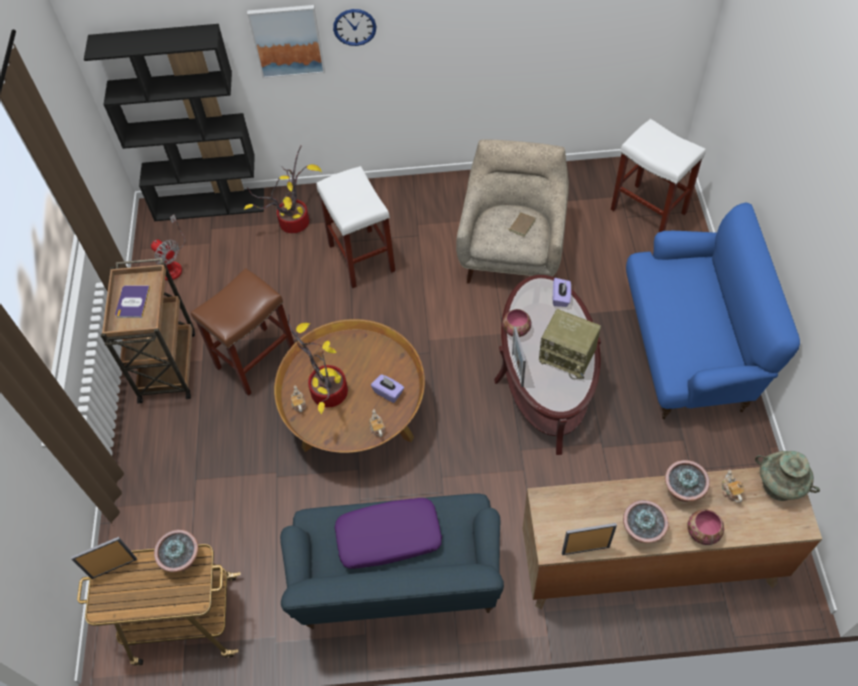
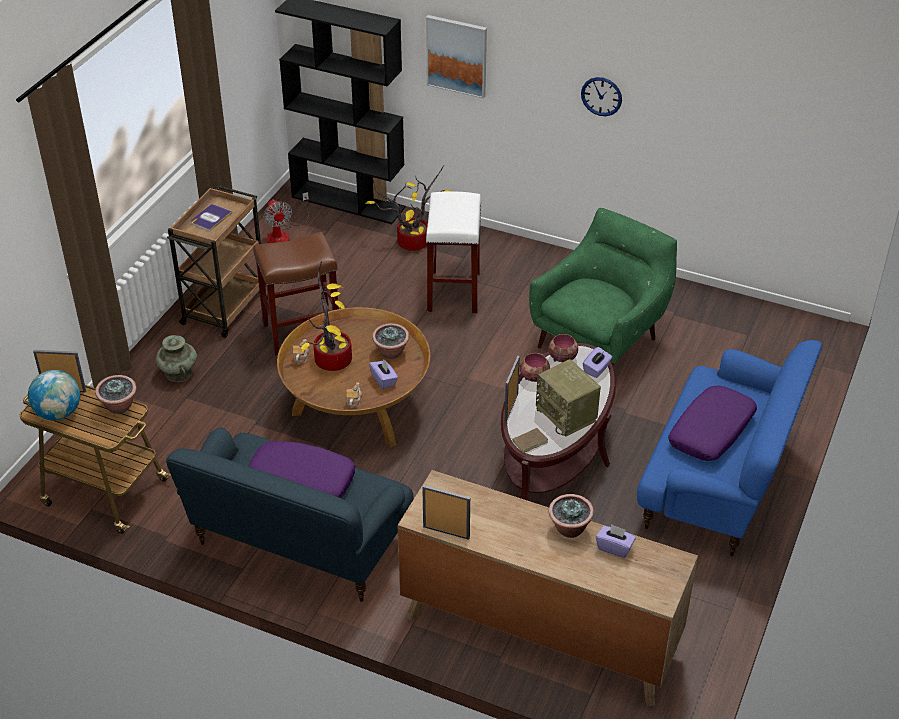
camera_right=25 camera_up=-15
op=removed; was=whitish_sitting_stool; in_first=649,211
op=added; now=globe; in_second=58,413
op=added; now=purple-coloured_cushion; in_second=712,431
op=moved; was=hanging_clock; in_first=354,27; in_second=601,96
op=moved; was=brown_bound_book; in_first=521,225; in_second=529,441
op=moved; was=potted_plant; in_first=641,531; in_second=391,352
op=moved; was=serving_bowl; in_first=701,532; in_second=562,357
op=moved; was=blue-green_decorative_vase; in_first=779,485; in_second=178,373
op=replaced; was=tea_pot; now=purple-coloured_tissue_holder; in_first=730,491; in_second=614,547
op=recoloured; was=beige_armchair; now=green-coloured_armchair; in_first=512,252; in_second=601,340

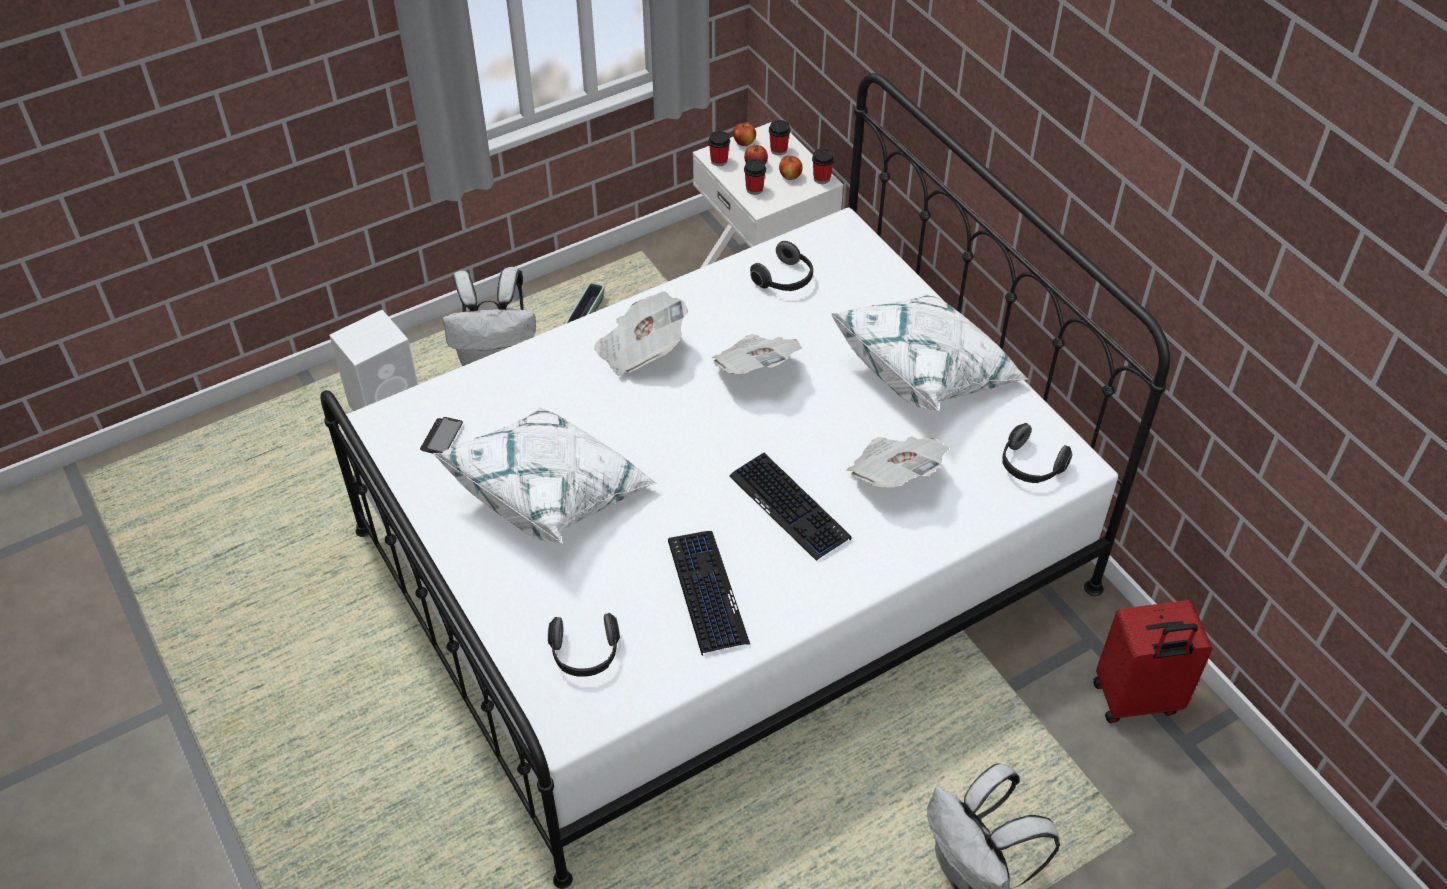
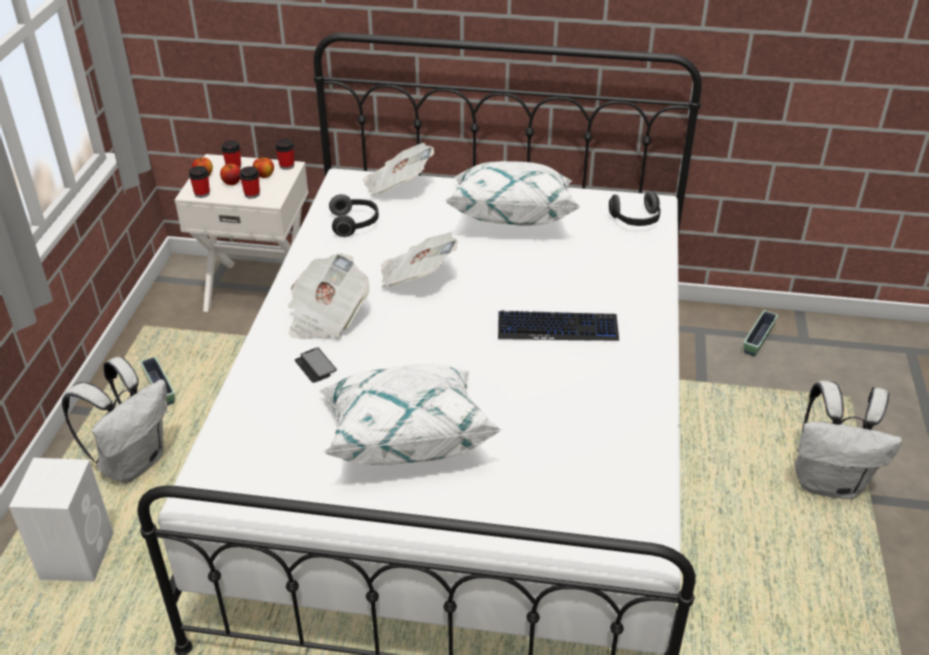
camera_right=-50 camera_up=-10
op=removed; was=pair_of_headphones; in_first=585,655
op=removed; was=PC_keyboard; in_first=706,592
op=moved; was=handset; in_first=441,437; in_second=315,366
op=moved; was=newspaper; in_first=894,475; in_second=397,186
op=replaced; was=red_travel_case; now=flower_pot; in_first=1136,700; in_second=758,339

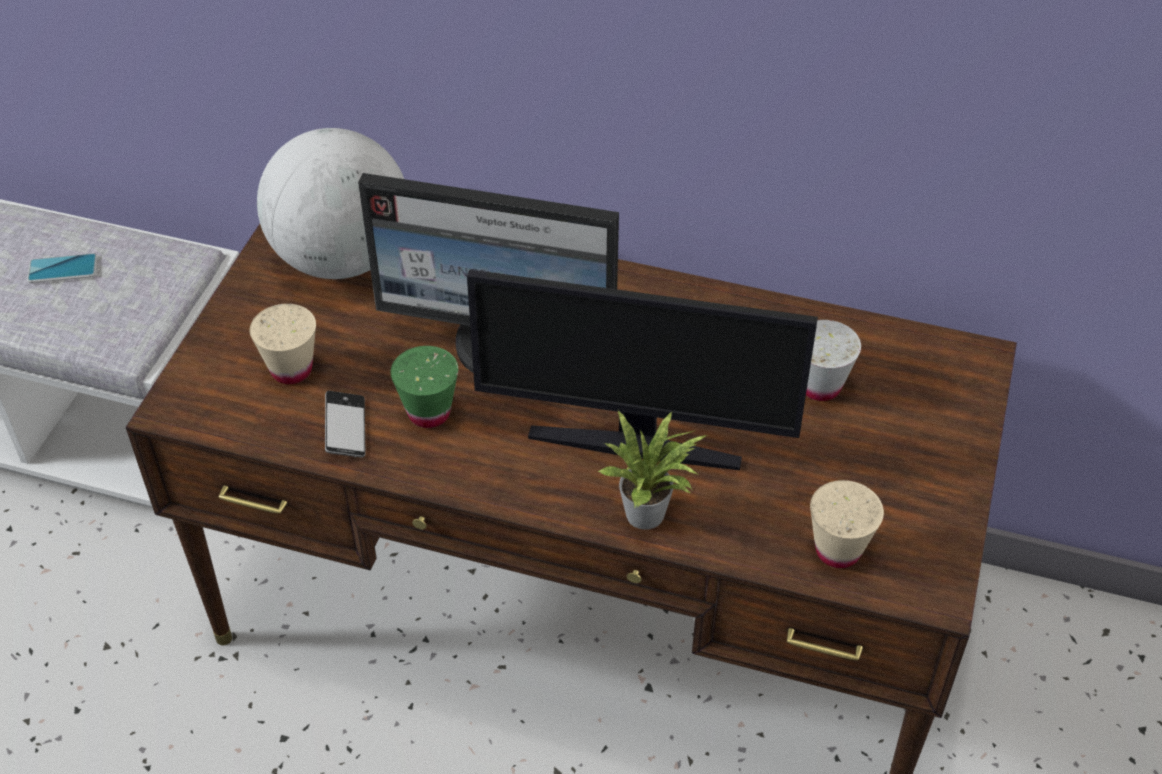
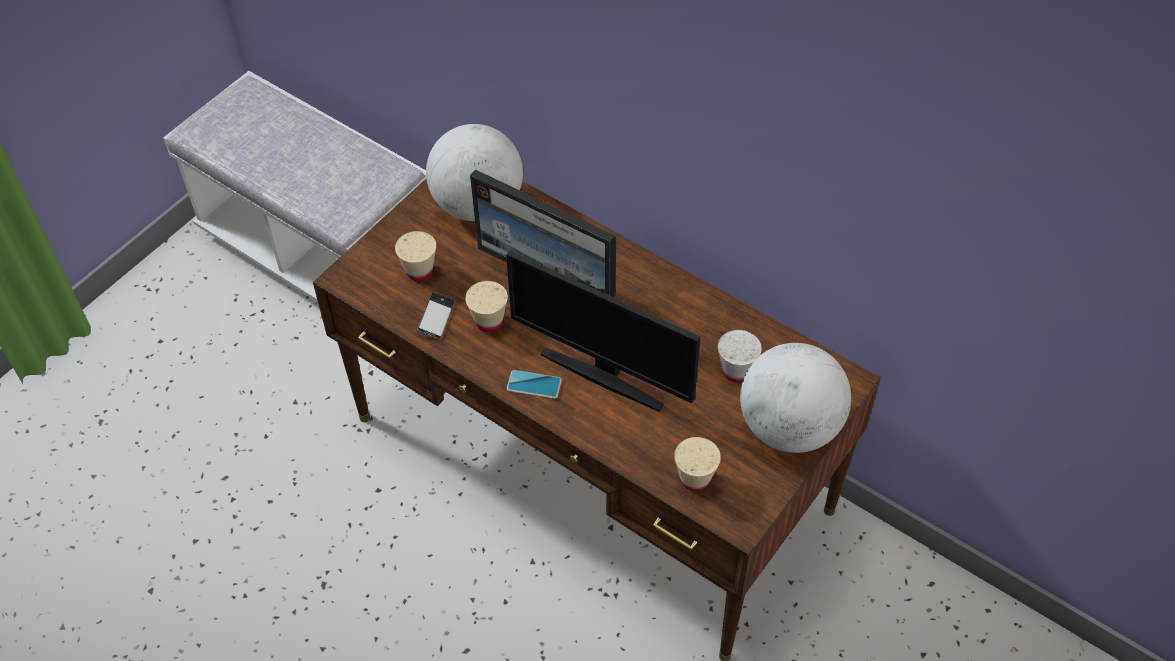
camera_right=20 camera_up=5
op=removed; was=potted_plant; in_first=650,514
op=added; now=globe; in_second=789,427
op=moved; was=handset; in_first=63,269; in_second=534,384
op=recoloured; was=green-coloured_small_cup; now=beige_small_cup; in_first=429,413; in_second=489,322

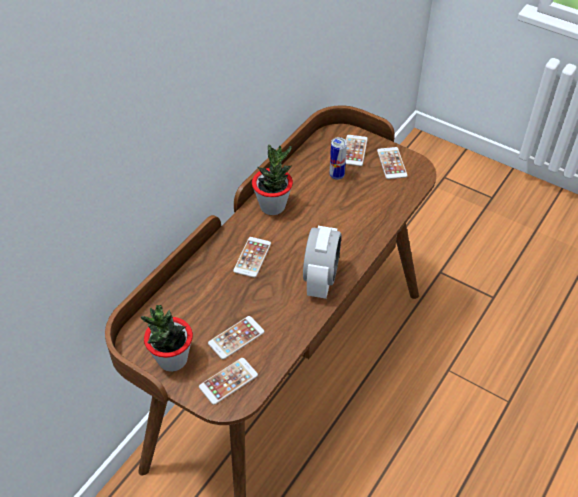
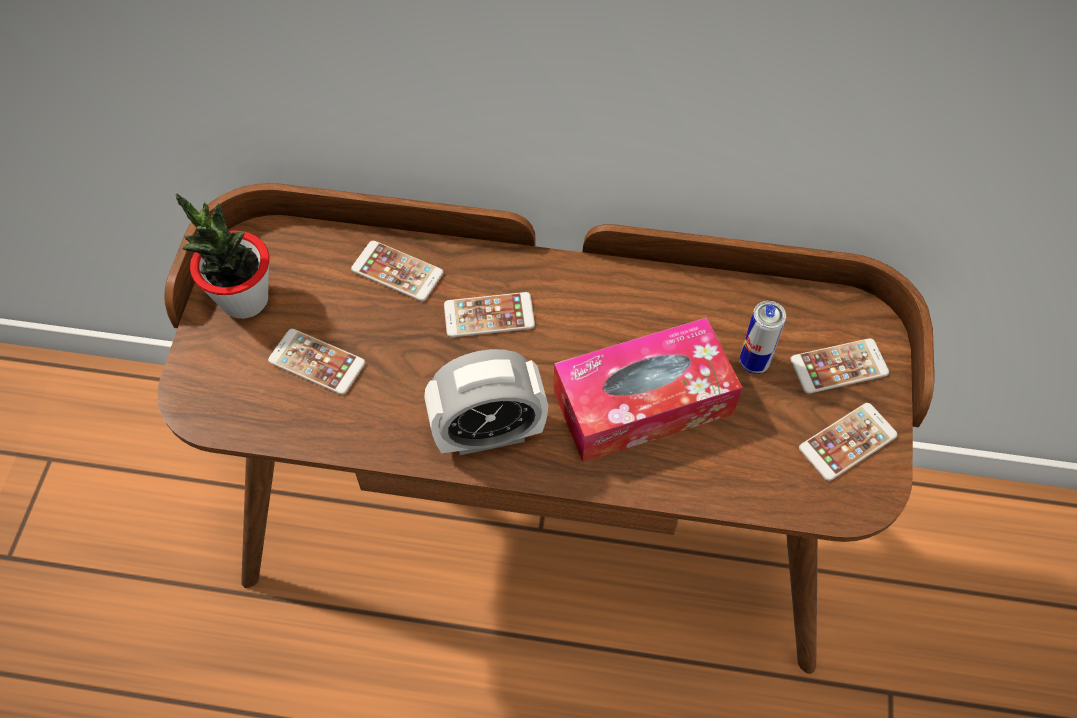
camera_right=65 camera_up=10
op=removed; was=potted_plant; in_first=273,206
op=added; now=tissue_holder; in_second=643,403
op=moved; was=handset; in_first=228,381; in_second=397,271

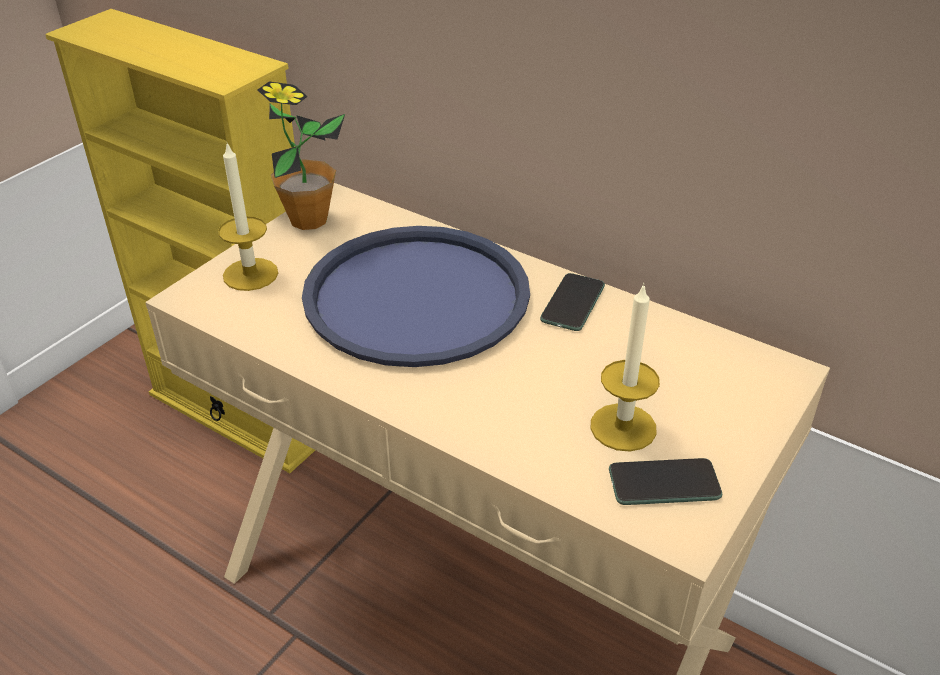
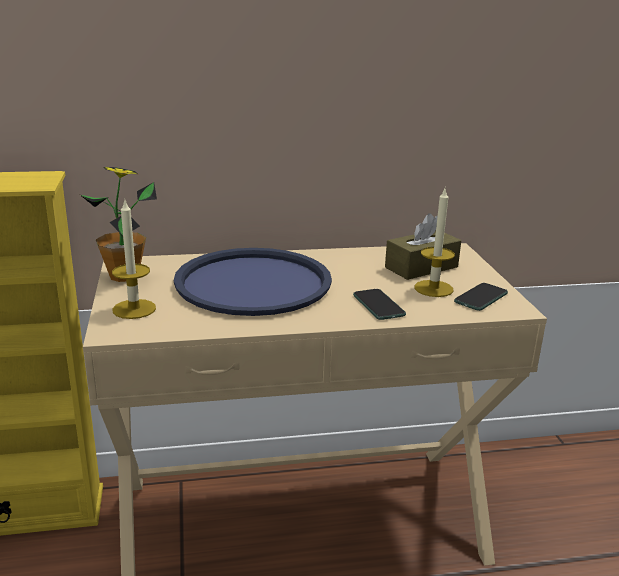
camera_right=-45 camera_up=-15
op=added; now=brown_tissue_holder; in_second=421,267
op=moved; was=handset; in_first=572,303; in_second=378,305

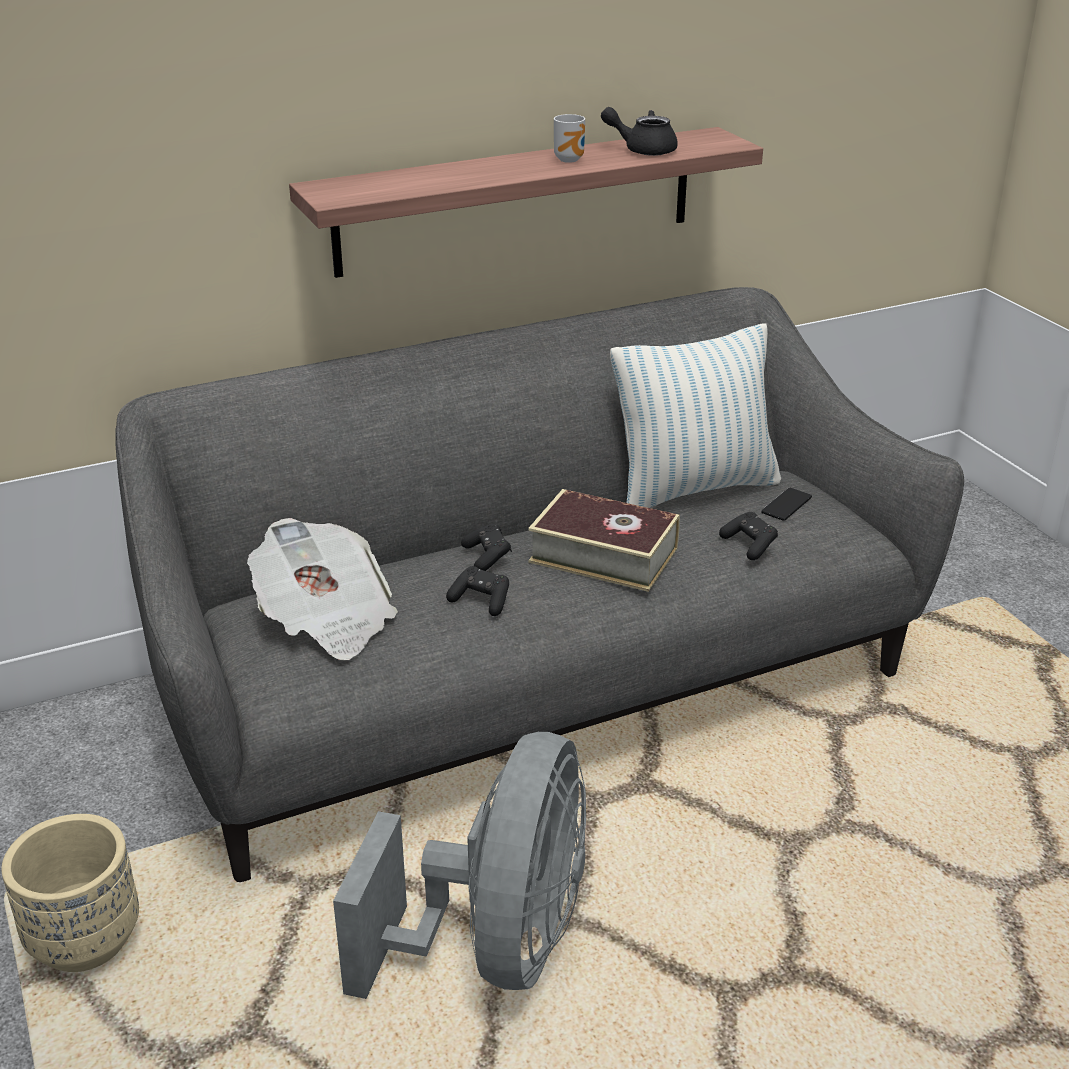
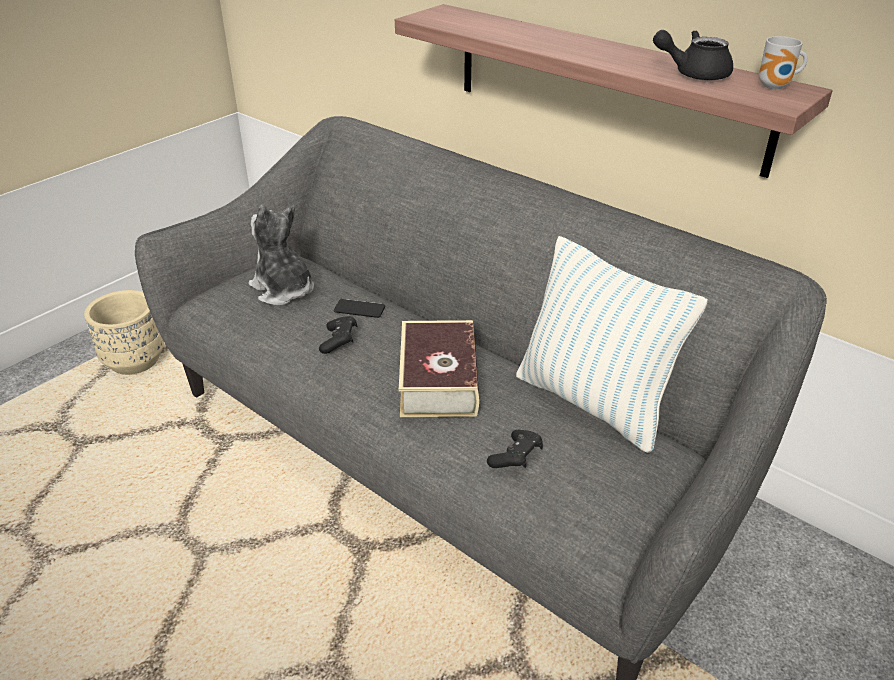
camera_right=65 camera_up=5
op=removed; was=grey_electric_fan; in_first=496,946
op=removed; was=black_joypad; in_first=487,557
op=moved; was=coffee_mug; in_first=571,159; in_second=776,87
op=moved; was=handset; in_first=786,505; in_second=359,309
op=replaced; was=newspaper; now=plush_toy; in_first=326,620; in_second=283,290
op=turned; was=black_tea_pot; in_first=643,150; in_second=693,74; clockwise=-75

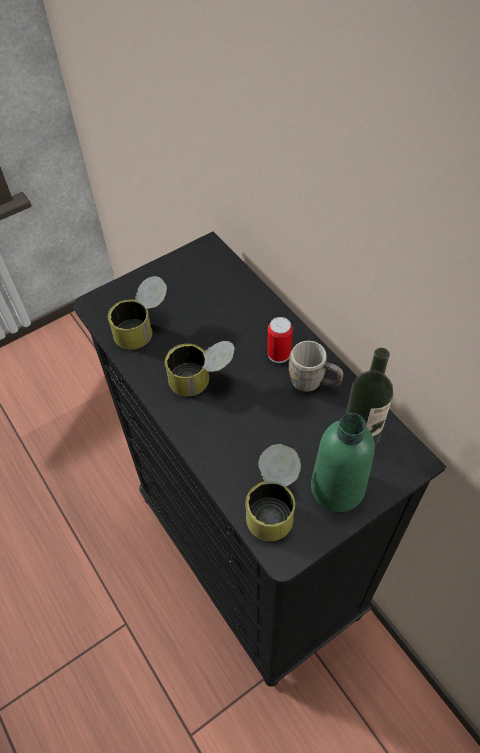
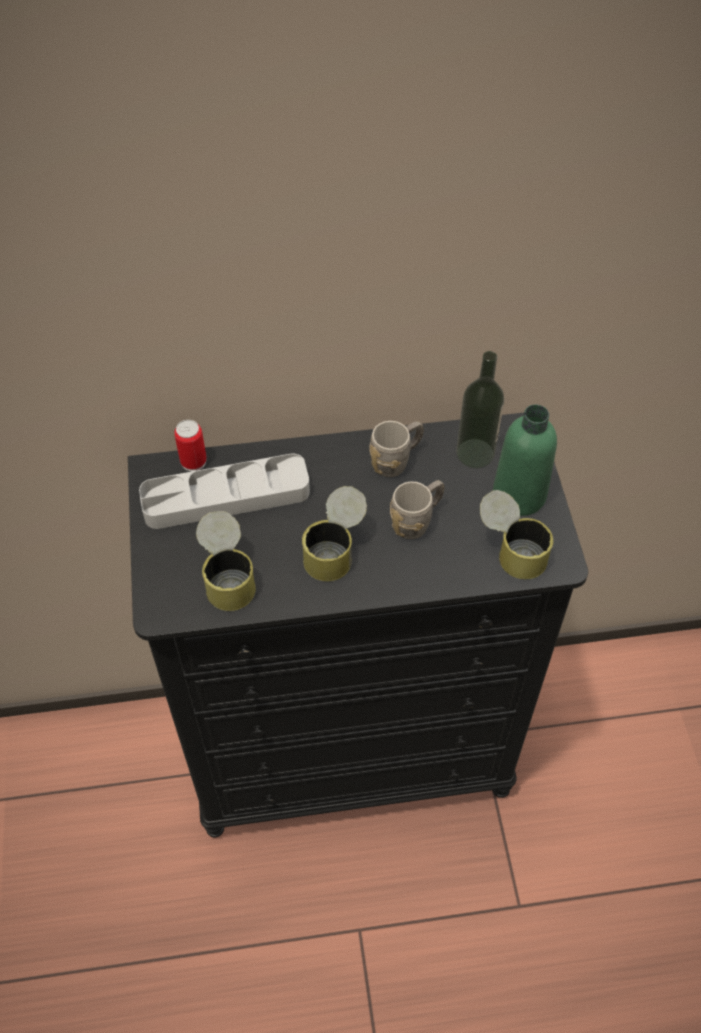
camera_right=-65 camera_up=0
op=added; now=grey_serving_tray; in_second=226,497
op=added; now=grey_coffee_mug; in_second=417,520
op=moved; was=can; in_first=279,354; in_second=193,461

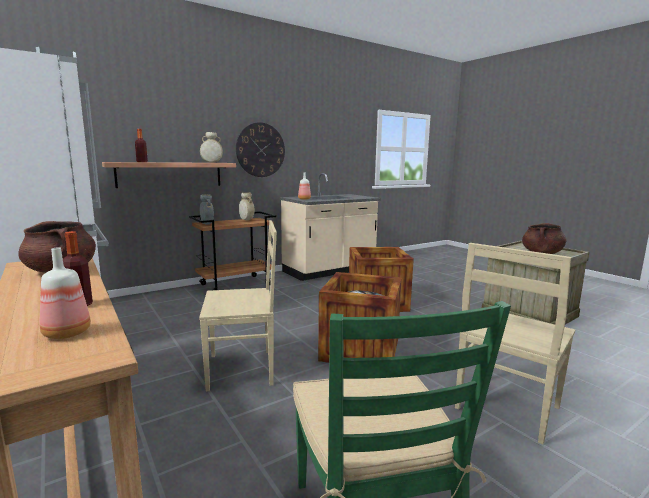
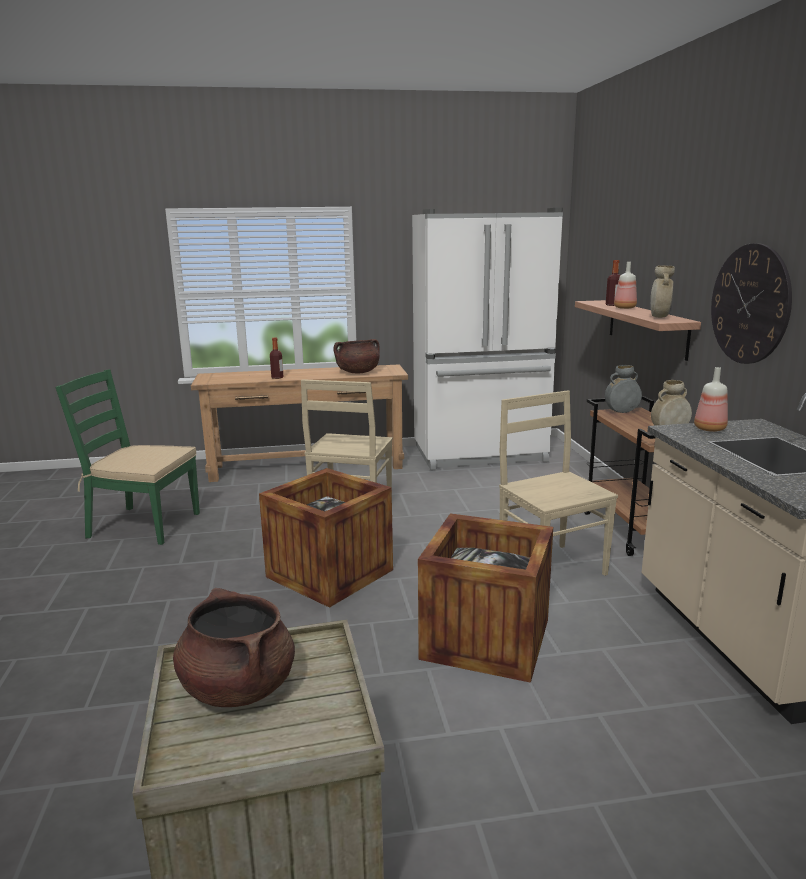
camera_right=115 camera_up=5
op=moved; was=drink_bottle; in_first=66,334; in_second=624,308
op=moved; was=beige_chair; in_first=506,409; in_second=550,566

